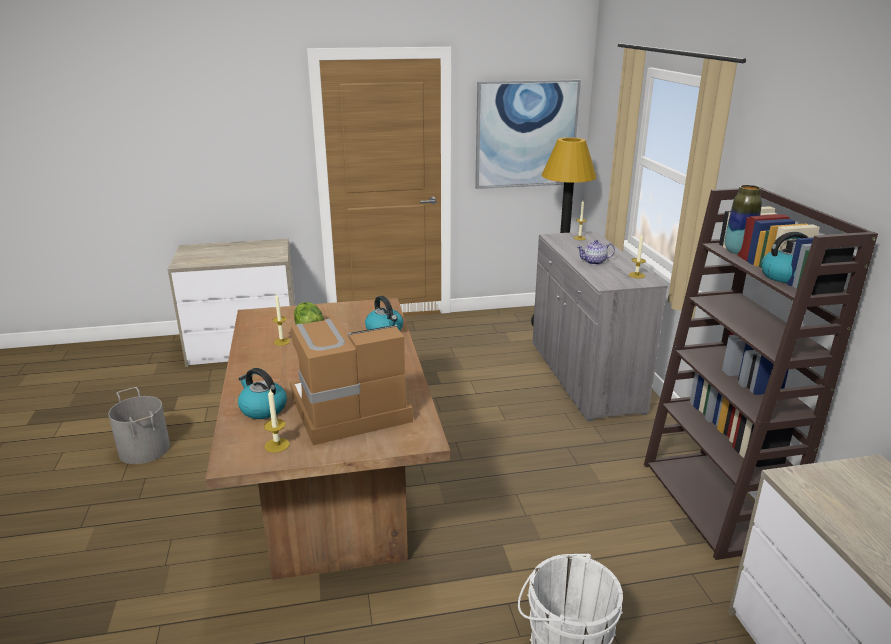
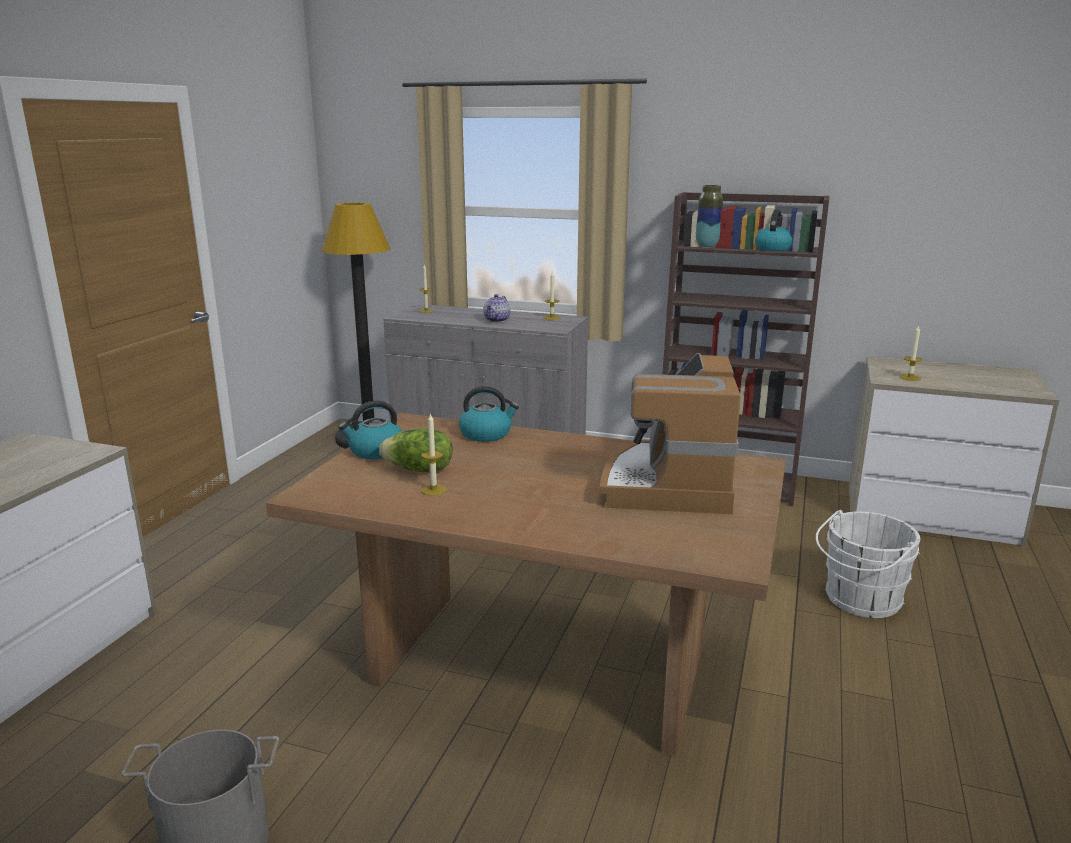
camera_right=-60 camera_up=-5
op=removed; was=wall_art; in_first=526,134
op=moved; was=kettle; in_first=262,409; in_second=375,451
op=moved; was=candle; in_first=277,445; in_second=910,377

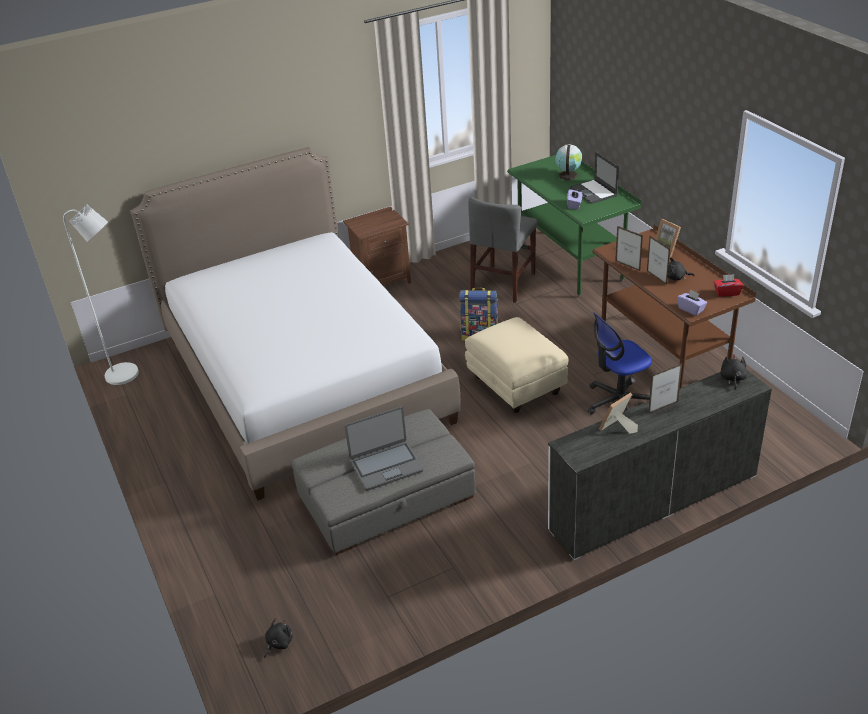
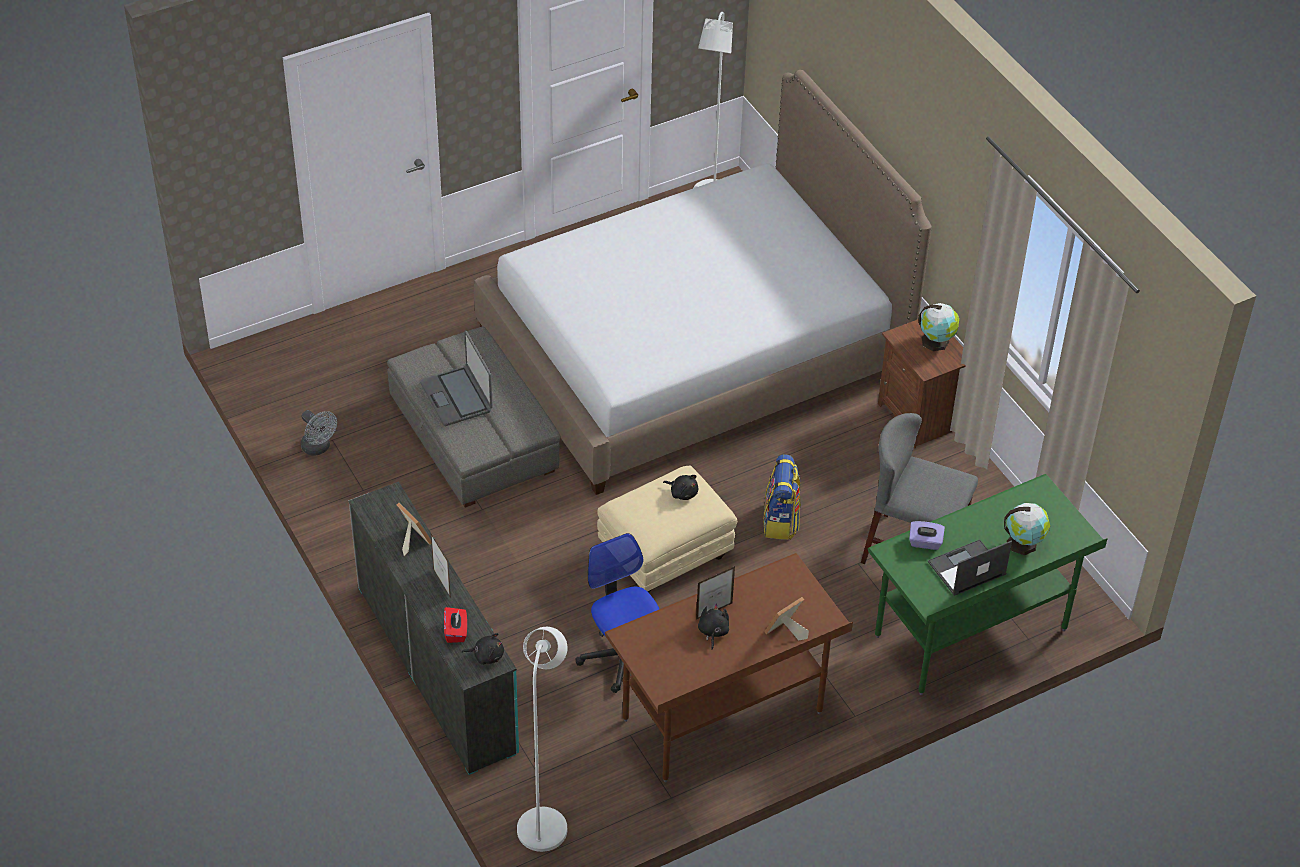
camera_right=85 camera_up=10
op=removed; was=standing_frame; in_first=627,266
op=removed; was=purple-coloured_tissue_holder; in_first=691,309
op=added; now=grey_electric_fan; in_second=318,448
op=added; now=whitish_floor_lamp; in_second=544,821
op=added; now=globe; in_second=936,341
op=moved; was=black_plush_toy; in_first=278,643; in_second=682,493
op=moved; was=red_tissue_holder; in_first=727,292; in_second=456,632
op=recoloured; was=whitish_drawer_chest; now=blue-green_drawer_chest; in_first=653,502; in_second=437,668

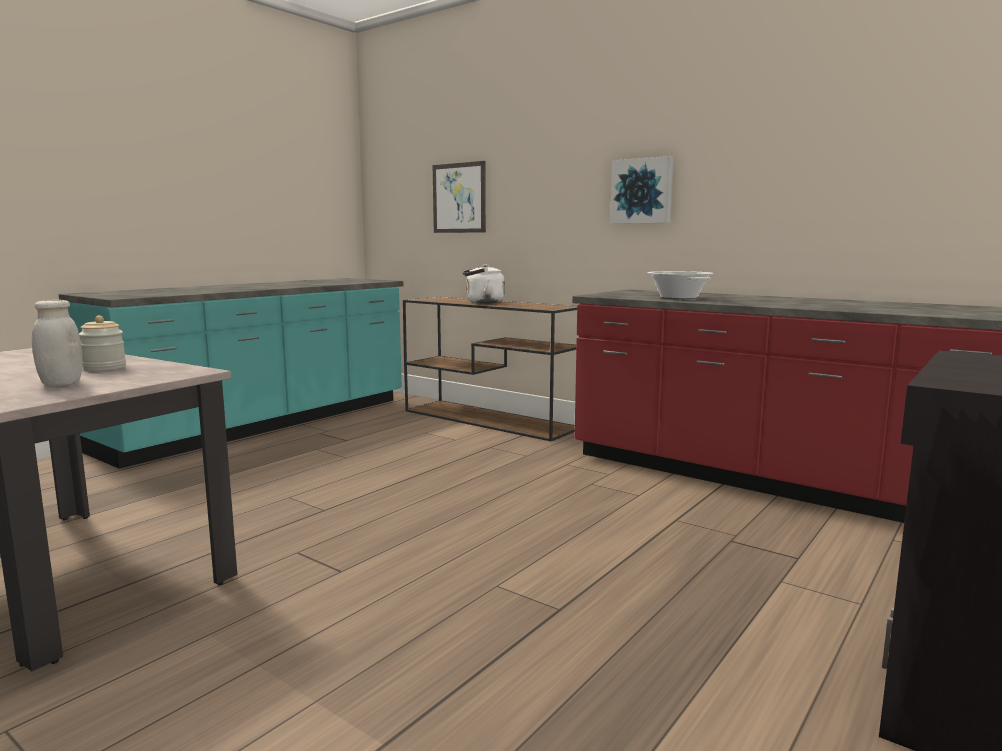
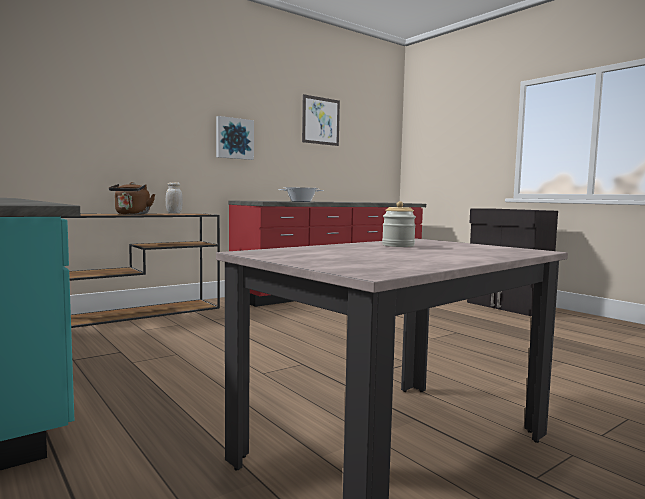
camera_right=-75 camera_up=-5
op=moved; was=whitish_preserve_jar; in_first=61,383; in_second=174,213
op=moved; was=wall_art; in_first=459,198; in_second=320,121
op=recoloured; was=whitish_kettle; now=brown_kettle; in_first=482,302; in_second=132,214

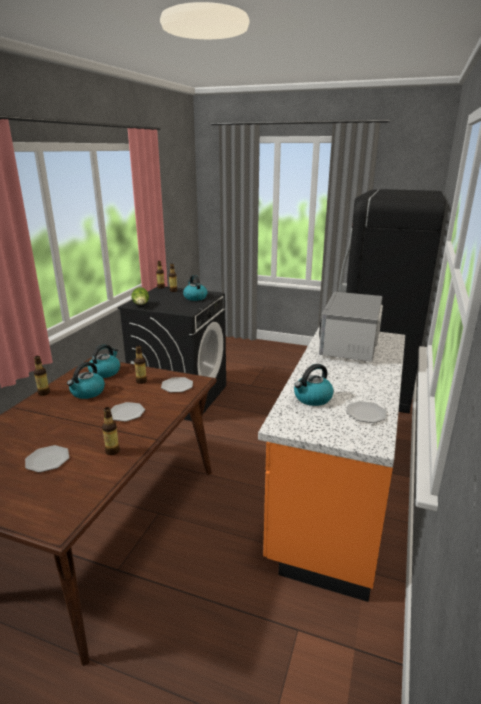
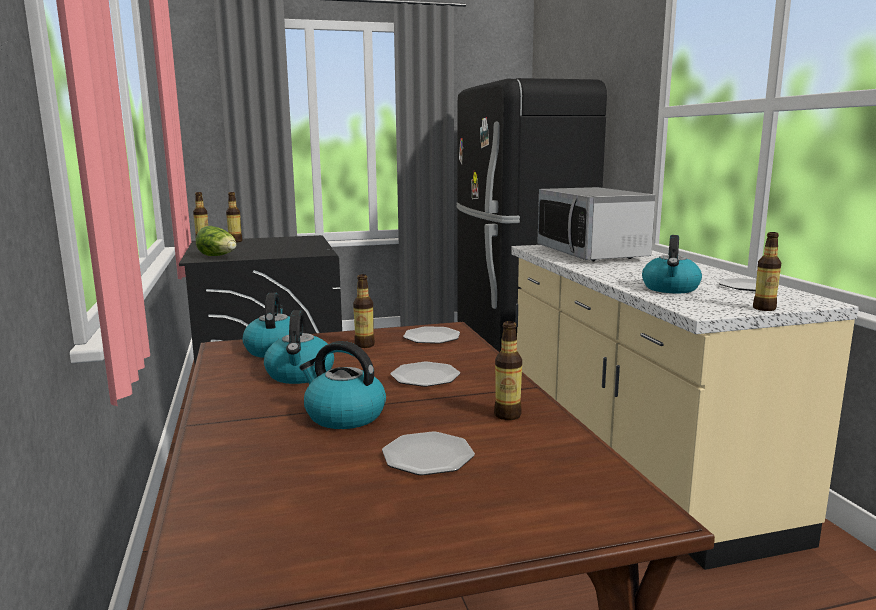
camera_right=-35 camera_up=-10
op=moved; was=drink_bottle; in_first=44,393; in_second=764,308
op=moved; was=kettle; in_first=195,297; in_second=343,416
op=recoloured; was=orangey_kitchen_base_unit; now=beige_kitchen_base_unit; in_first=334,492; in_second=632,462

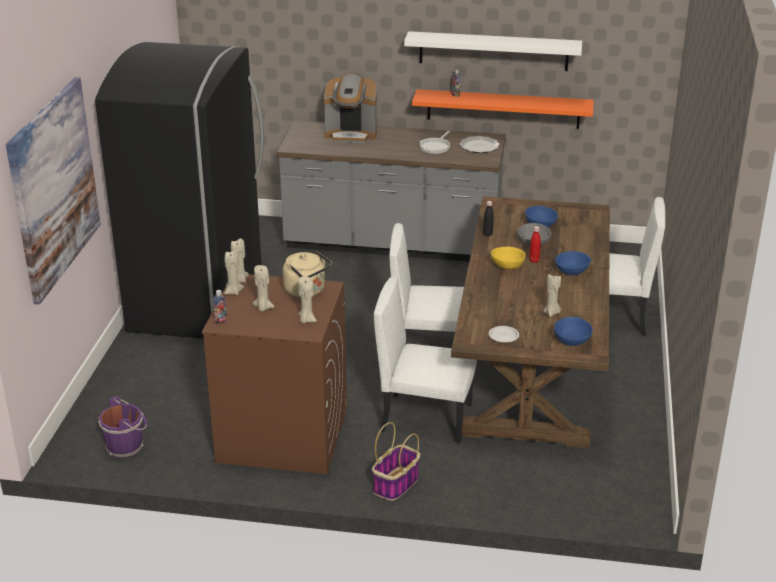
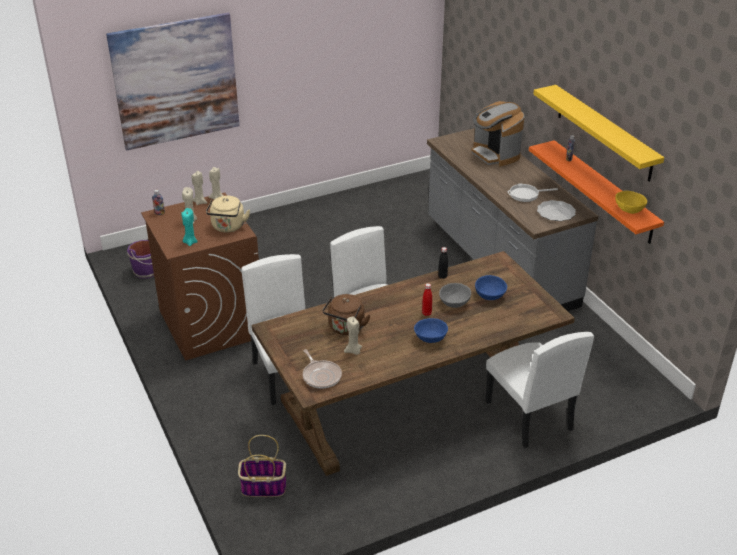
camera_right=55 camera_up=5
op=removed; was=black_refrigerator; in_first=199,299
op=removed; was=whitish_plate; in_first=504,336
op=added; now=brown_kettle; in_second=345,328
op=moved; was=storage_basket; in_first=396,485; in_second=262,487
op=moved; was=yellowish_serving_bowl; in_first=507,266; in_second=629,209
op=replaced; was=blue_serving_bowl; now=skillet; in_first=571,340; in_second=321,376
op=recoloured; was=beige_candle; now=blue-green_candle; in_first=306,320; in_second=190,242
op=recoloured; was=whitish_shelf; now=yellowish_shelf; in_first=493,51; in_second=604,133

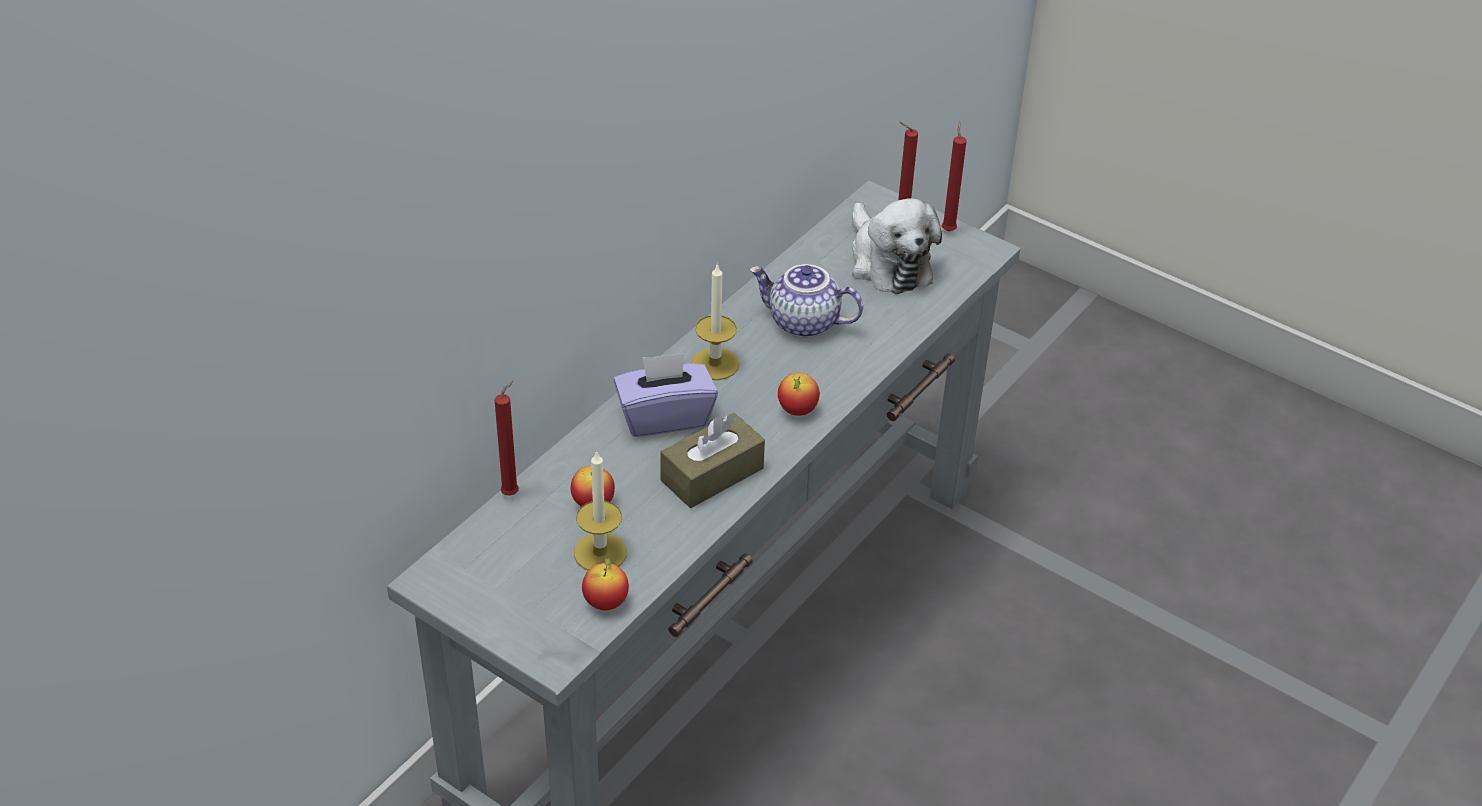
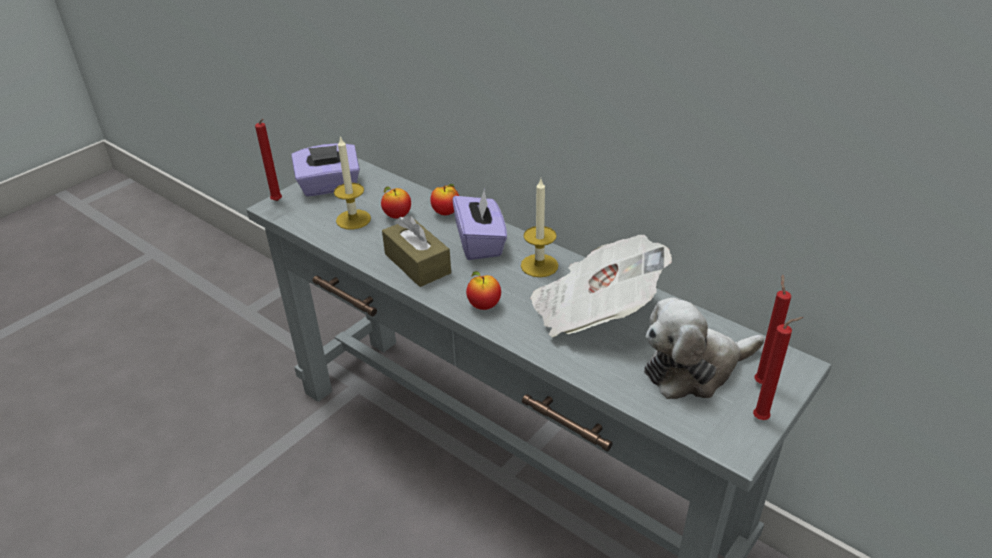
camera_right=95 camera_up=-5
op=added; now=purple-coloured_tissue_holder; in_second=329,186
op=moved; was=red_candle; in_first=512,493; in_second=277,202
op=moved; was=apple; in_first=606,602; in_second=446,213
op=replaced; was=tea_pot; now=newspaper; in_first=802,323; in_second=594,312

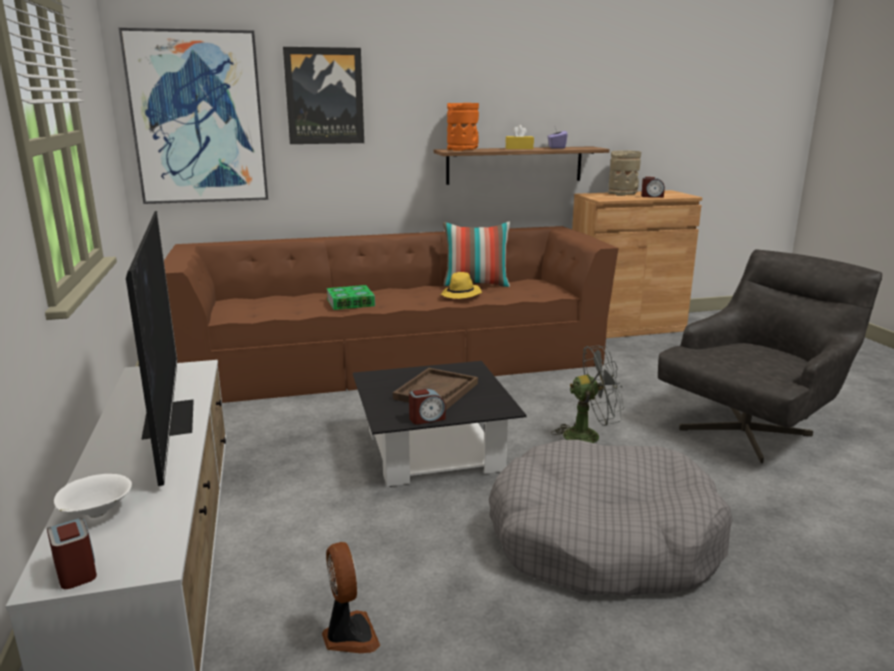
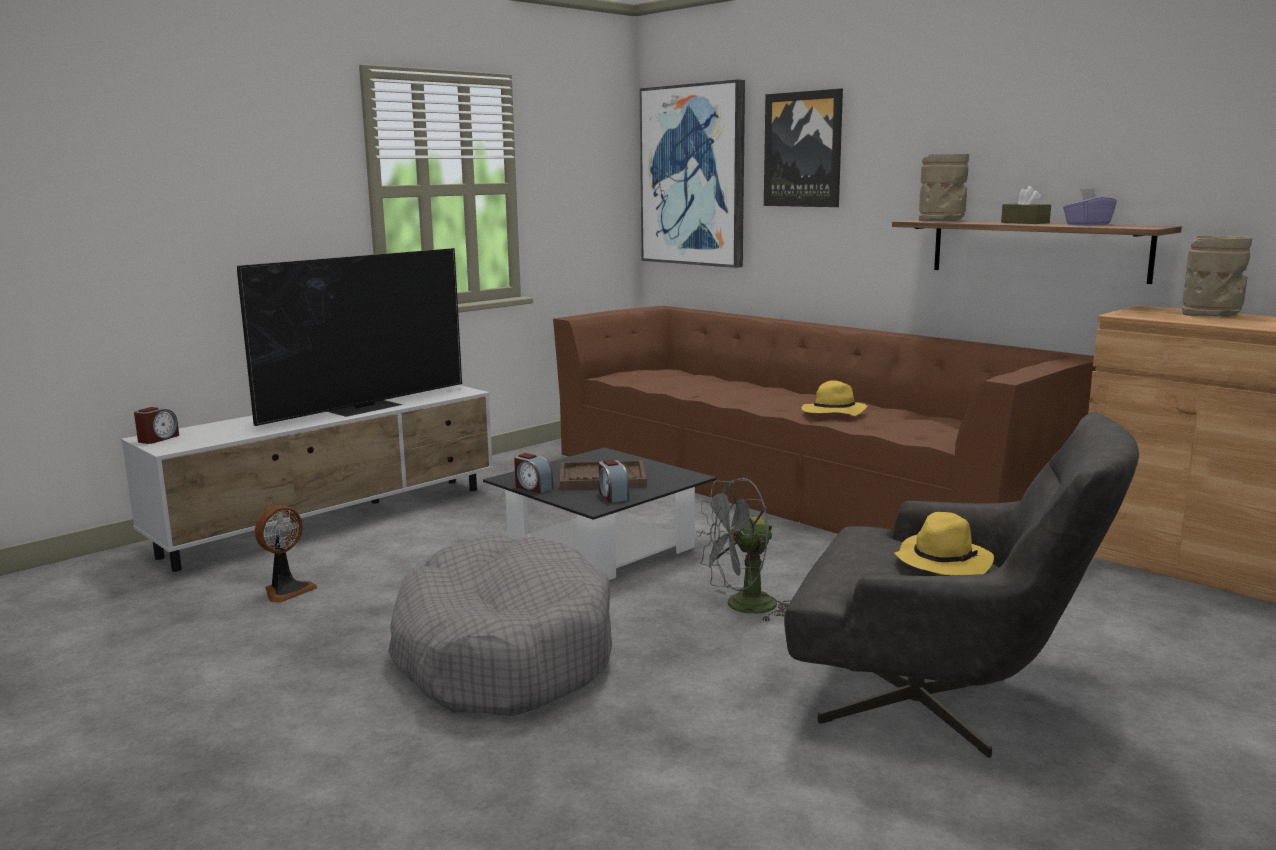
camera_right=60 camera_up=-5
op=removed; was=whitish_serving_bowl; in_first=96,514
op=removed; was=bound_book; in_first=350,302
op=removed; was=cushion; in_first=476,284
op=added; now=yellowish_wearable_hat; in_second=942,561
op=moved; was=bedside_clock; in_first=652,196; in_second=613,496
op=recoloured; was=orangey_decorative_vase; now=beige_decorative_vase; in_first=463,149; in_second=942,220
op=recoloured; was=yellowish_tissue_holder; now=brown_tissue_holder; in_first=519,148; in_second=1025,223
op=turned; was=grey_electric_fan; in_first=589,435; in_second=742,607; clockwise=105

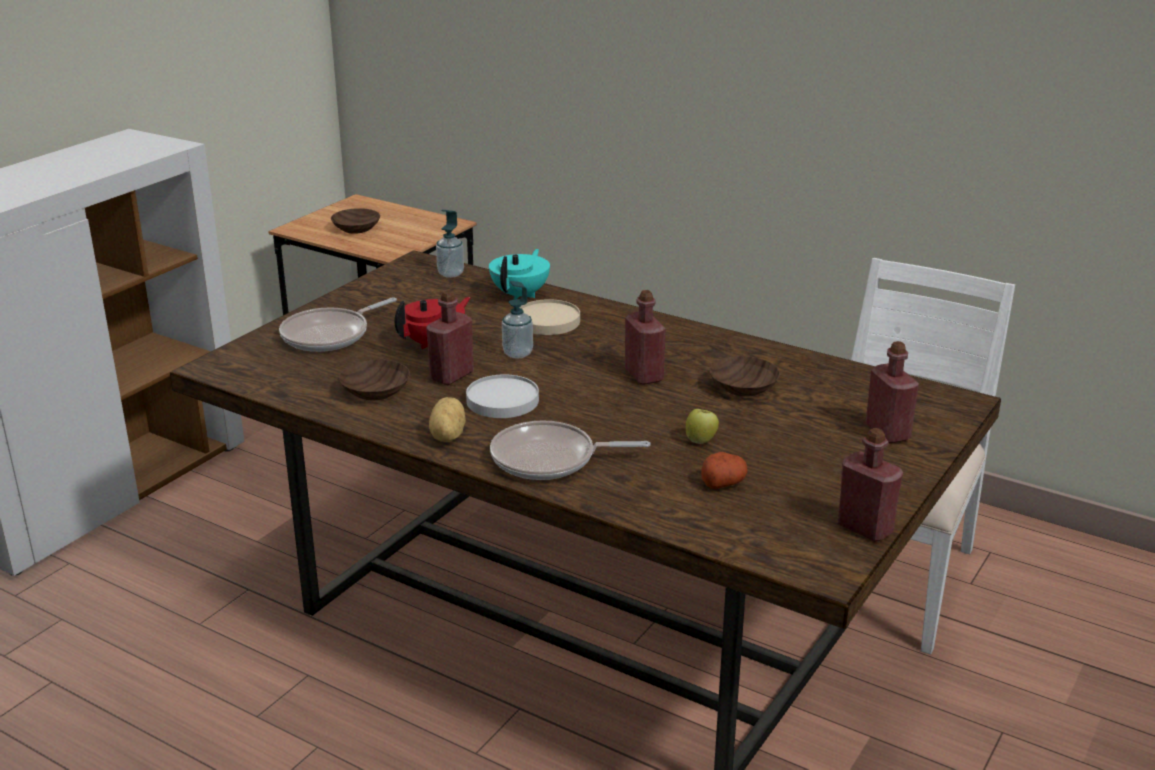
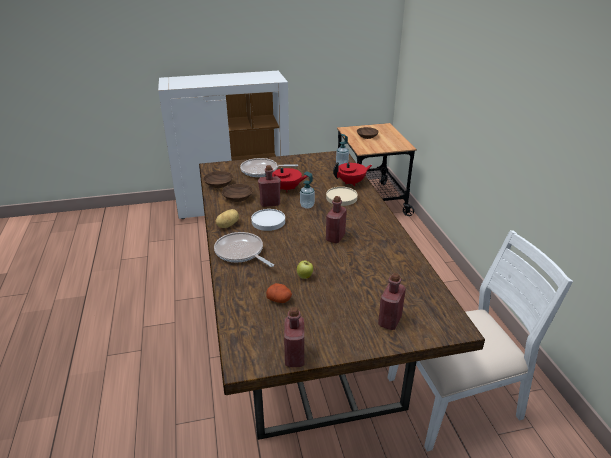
camera_right=45 camera_up=5
op=moved; was=brown_serving_bowl; in_first=742,388; in_second=218,184
op=recoloured; was=blue-green_tea_pot; now=red_tea_pot; in_first=521,294; in_second=351,183

